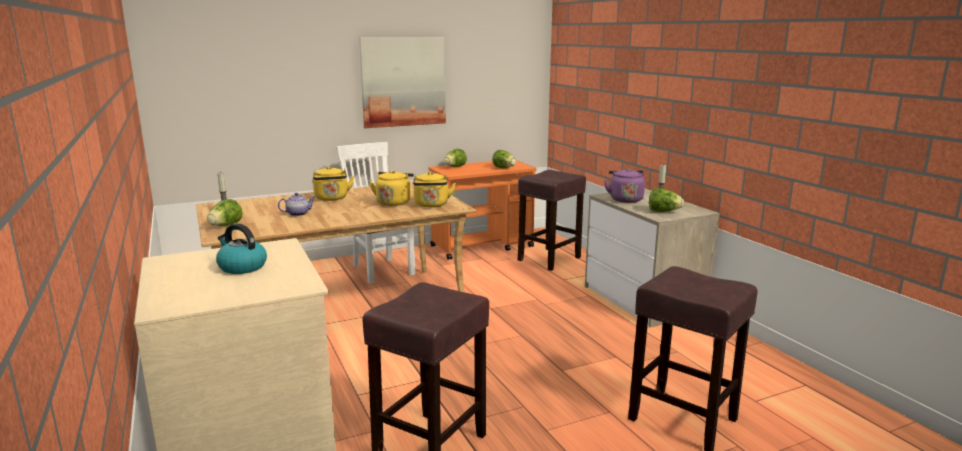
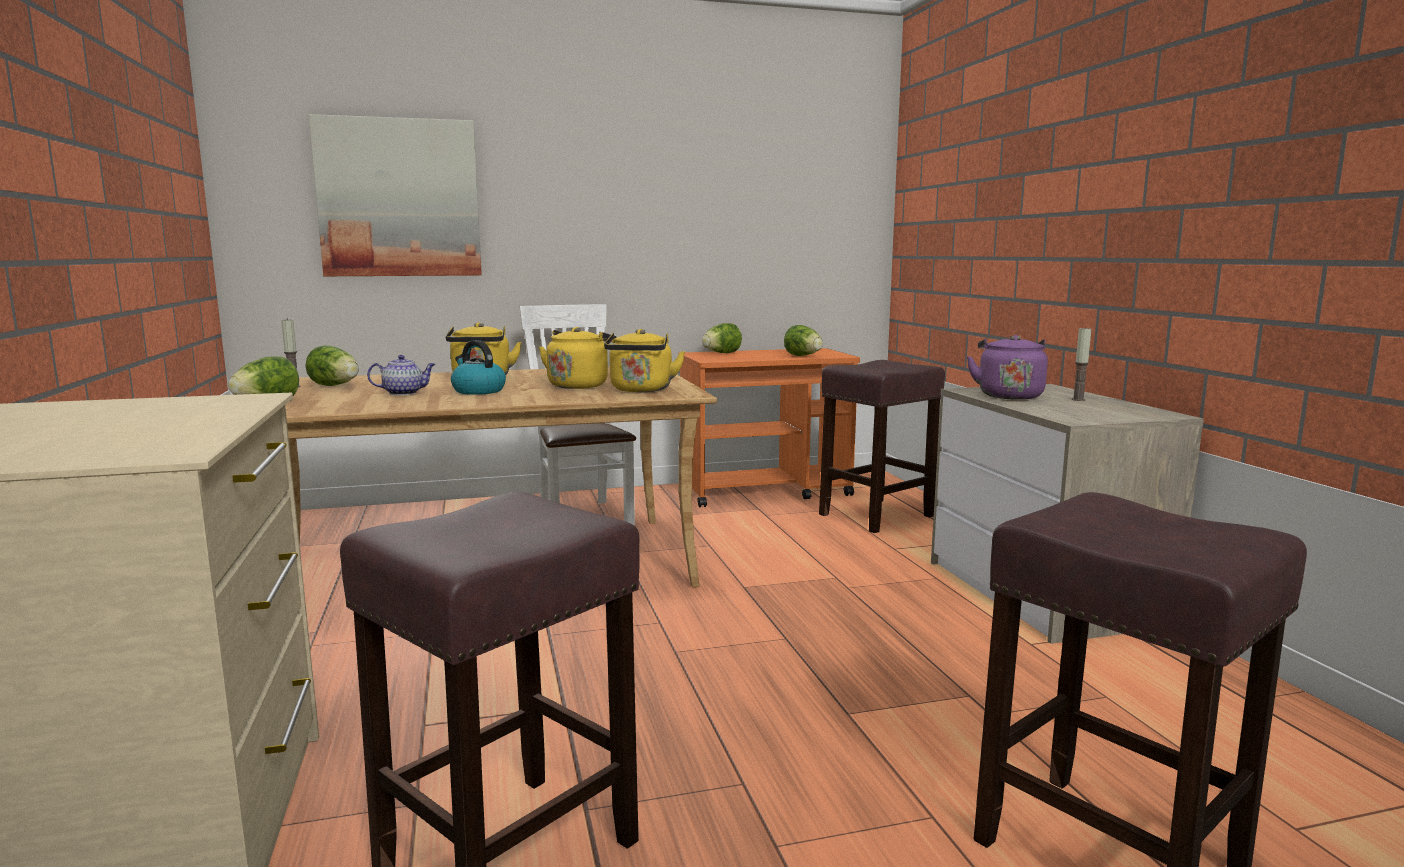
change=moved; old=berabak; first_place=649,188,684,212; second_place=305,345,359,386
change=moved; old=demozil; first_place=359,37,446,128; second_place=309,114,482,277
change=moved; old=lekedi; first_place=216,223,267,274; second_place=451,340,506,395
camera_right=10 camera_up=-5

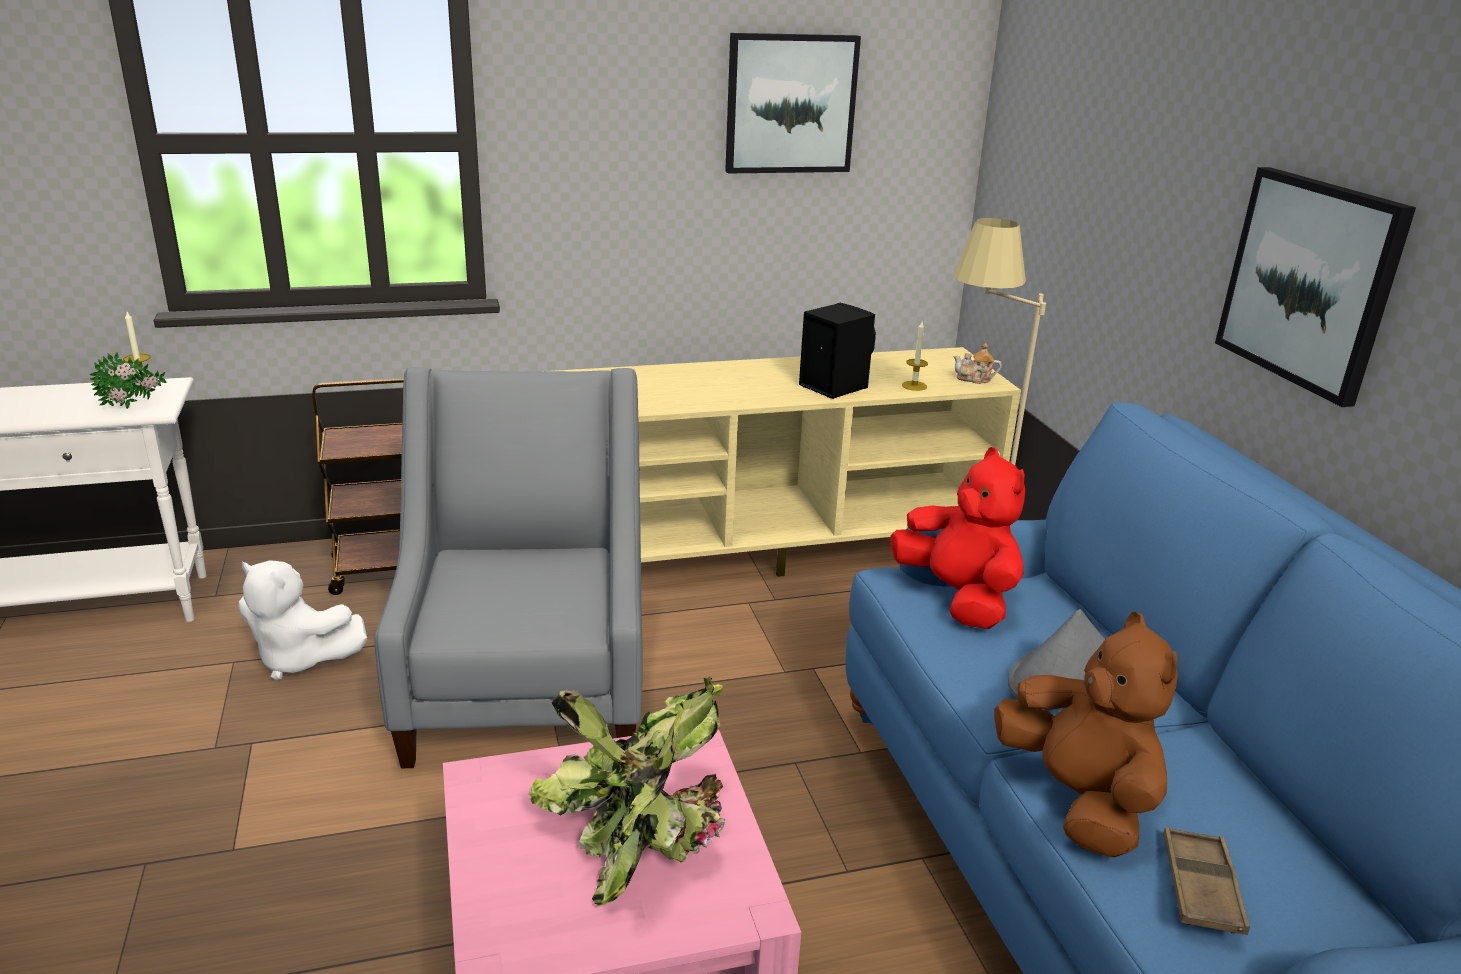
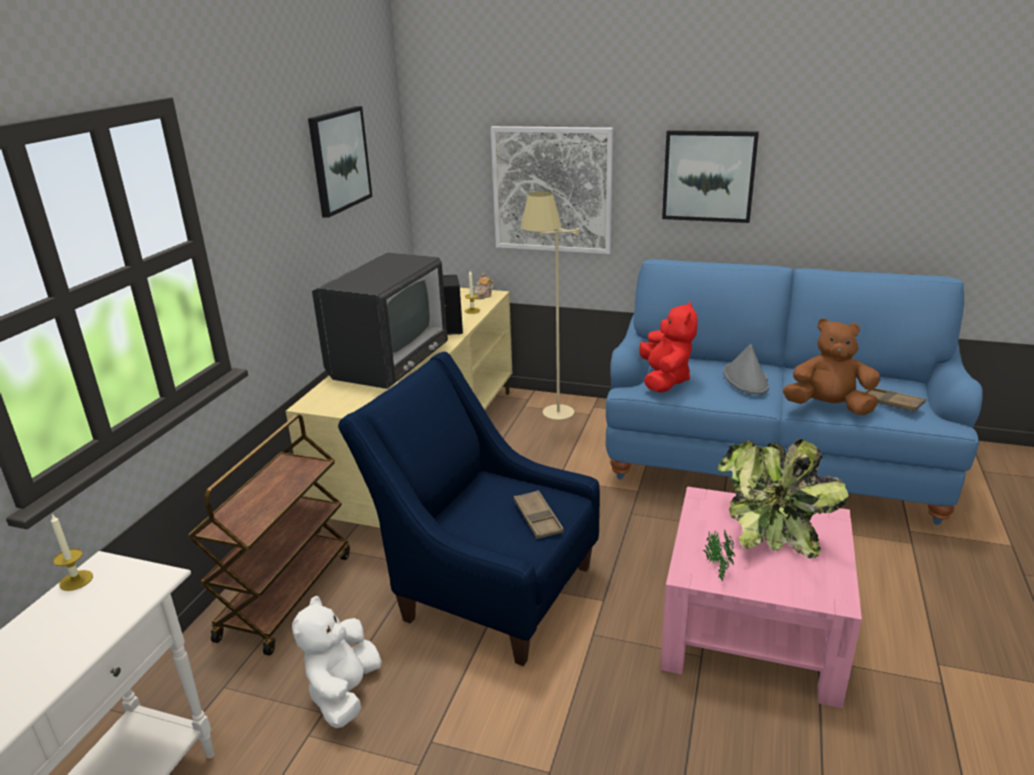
change=turned; old=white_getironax; first_place=238,560,367,680; second_place=292,596,382,728; degrees=135
change=added; new=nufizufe; second_place=312,252,448,389
change=recoloured; old=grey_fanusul; new=blue_fanusul; first_place=374,367,643,768; second_place=338,352,600,666
change=added; new=demozil; second_place=491,126,613,254
change=added; new=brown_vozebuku; second_place=514,490,564,539
change=turned; old=red_getironax; first_place=890,447,1025,629; second_place=639,301,698,393; degrees=90
change=moved; old=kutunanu; first_place=89,352,167,409; second_place=703,530,735,582
camera_right=-55 camera_up=0

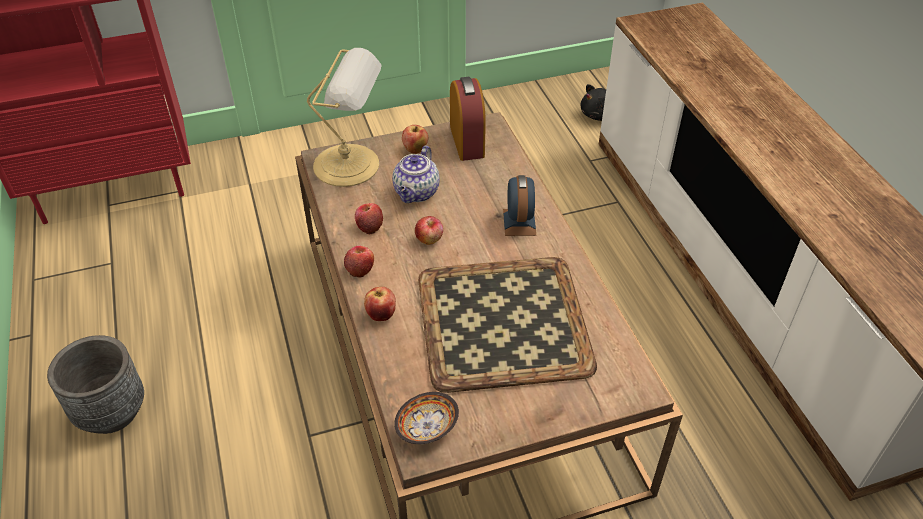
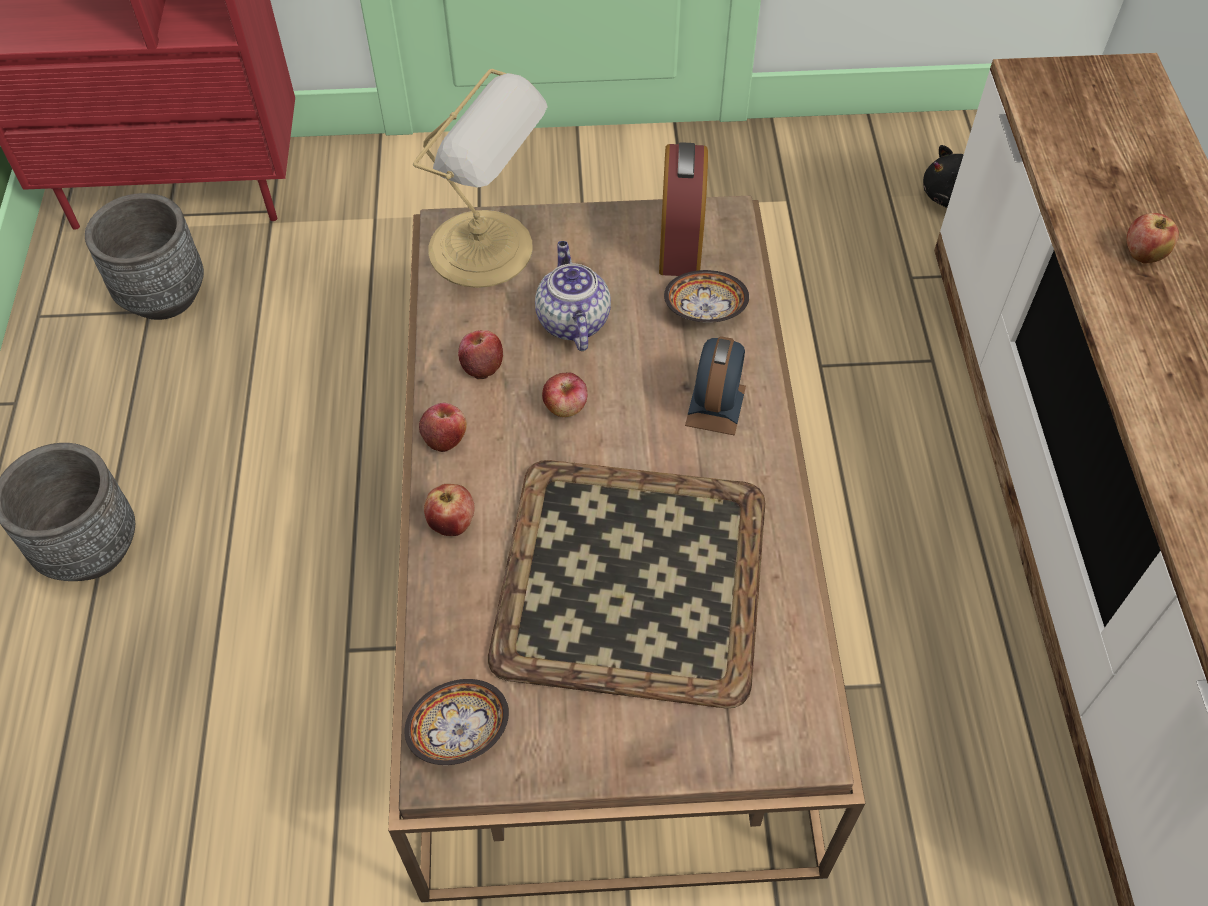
change=added; new=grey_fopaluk; second_place=85,193,204,320
change=turned; old=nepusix; first_place=392,145,440,203; second_place=535,241,611,351; degrees=135
change=added; new=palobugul; second_place=664,270,749,323
change=moved; old=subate; first_place=402,125,428,154; second_place=1127,213,1179,264
camera_right=15 camera_up=10

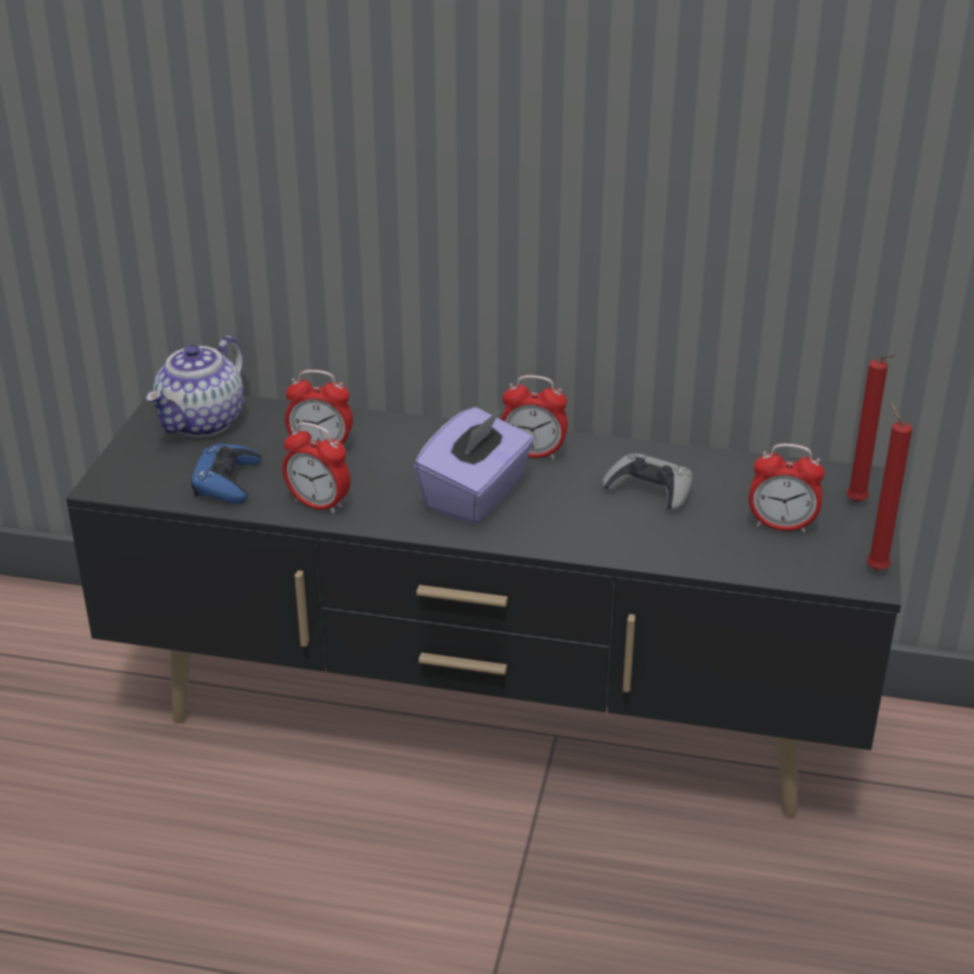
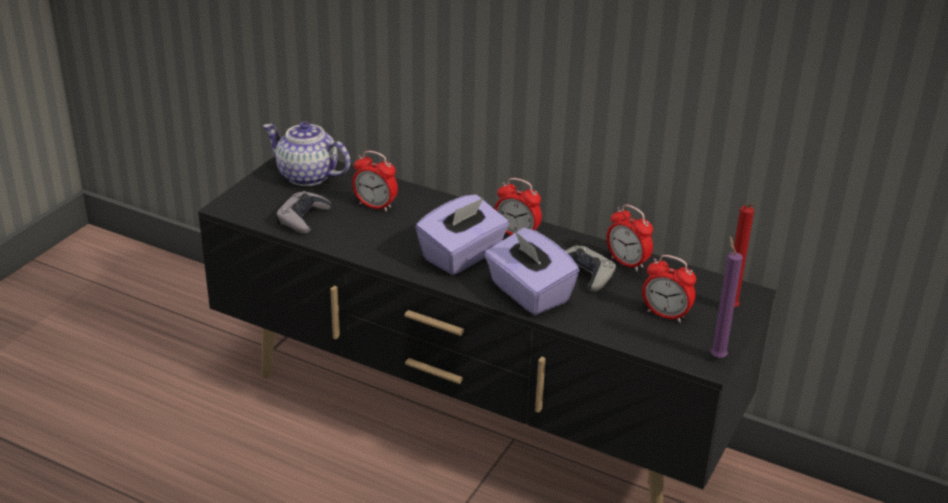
change=turned; old=nepusix; first_place=146,336,244,437; second_place=263,121,350,186; degrees=75
change=recoloured; old=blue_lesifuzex; new=grey_lesifuzex; first_place=190,443,261,504; second_place=276,191,331,234
change=added; new=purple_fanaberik; second_place=485,228,580,315
change=moved; old=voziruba; first_place=282,422,350,514; second_place=606,205,653,271
change=recoloured; old=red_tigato; new=purple_tigato; first_place=867,401,912,570; second_place=710,236,743,358
camera_right=15 camera_up=0

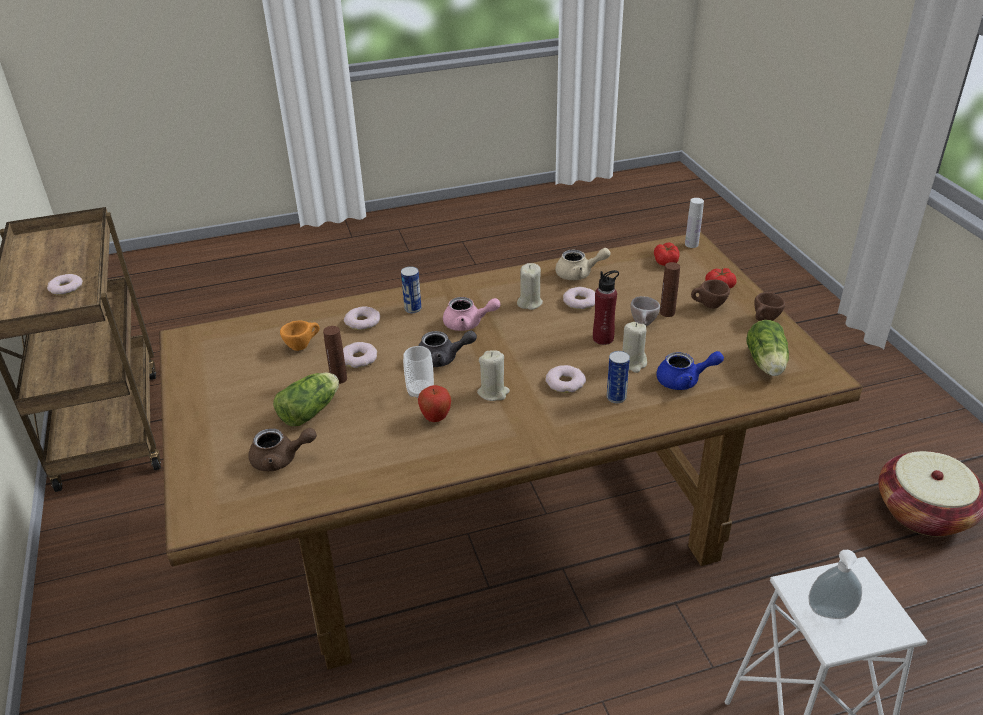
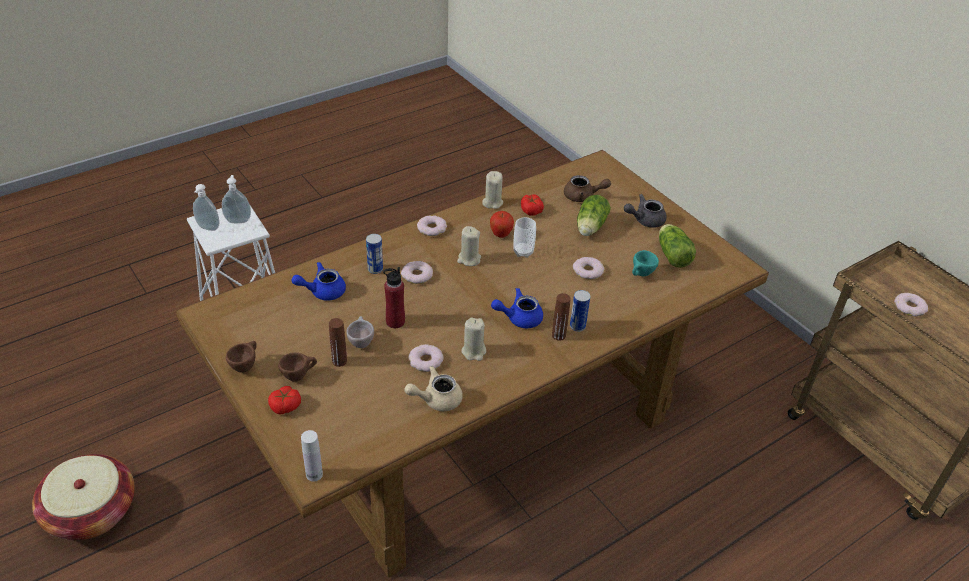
change=added; new=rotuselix; second_place=193,184,219,231
change=moved; old=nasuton; first_place=344,306,380,330; second_place=417,216,447,236
change=moved; old=beige_tigato; first_place=622,322,647,373; second_place=482,171,503,209
change=recoloured; old=pink_nepusix; new=blue_nepusix; first_place=443,297,501,331; second_place=491,288,543,328
change=moved; old=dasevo; first_place=654,242,679,266; second_place=521,195,544,216
change=moved; old=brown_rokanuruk; first_place=323,326,347,384; second_place=552,293,571,341
change=turned; old=brown_nepusix; first_place=248,428,317,471; second_place=564,175,611,202; degrees=-150
change=moved; old=grey_nepusix; first_place=418,330,477,367; second_place=624,194,667,228
change=recoloured; old=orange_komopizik; new=turquoise_komopizik; first_place=280,320,320,351; second_place=632,250,659,276
change=moved; old=berabak; first_place=747,320,789,376; second_place=659,224,696,268
camera_right=160 camera_up=5

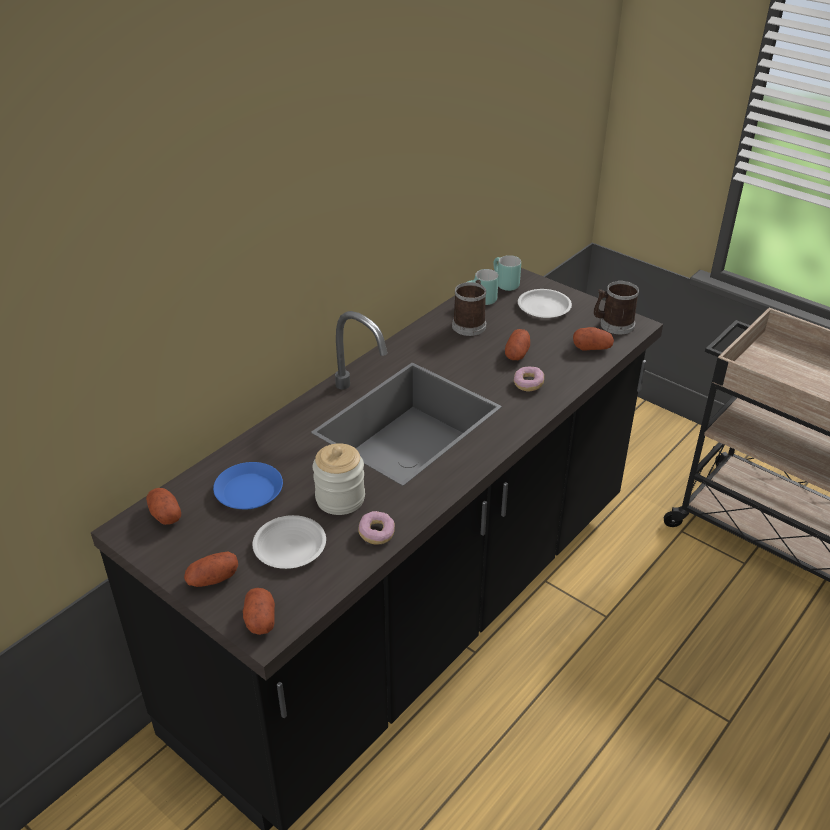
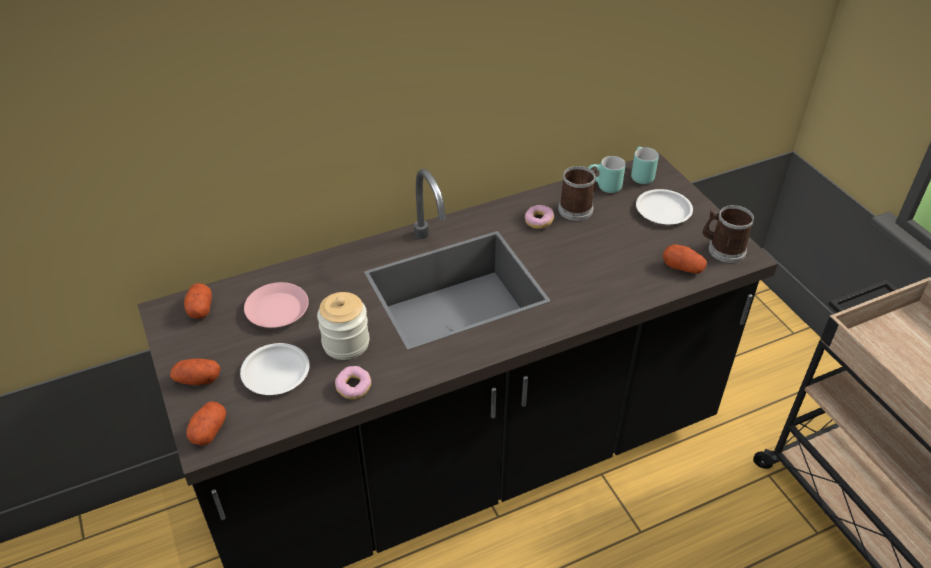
change=recoloured; old=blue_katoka; new=pink_katoka; first_place=213,462,283,509; second_place=244,282,309,328
change=moved; old=nasuton; first_place=514,366,544,391; second_place=525,205,554,229
change=removed; old=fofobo; first_place=505,329,530,360
camera_right=25 camera_up=5

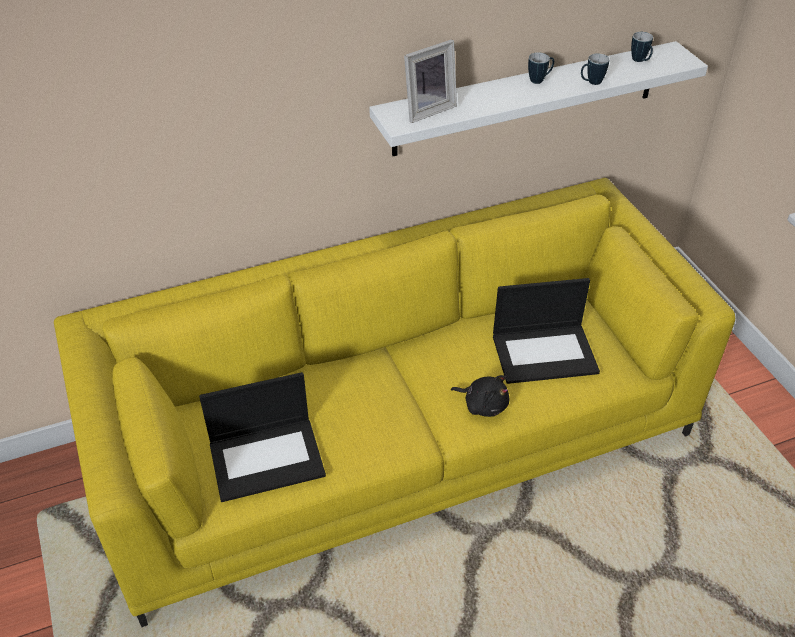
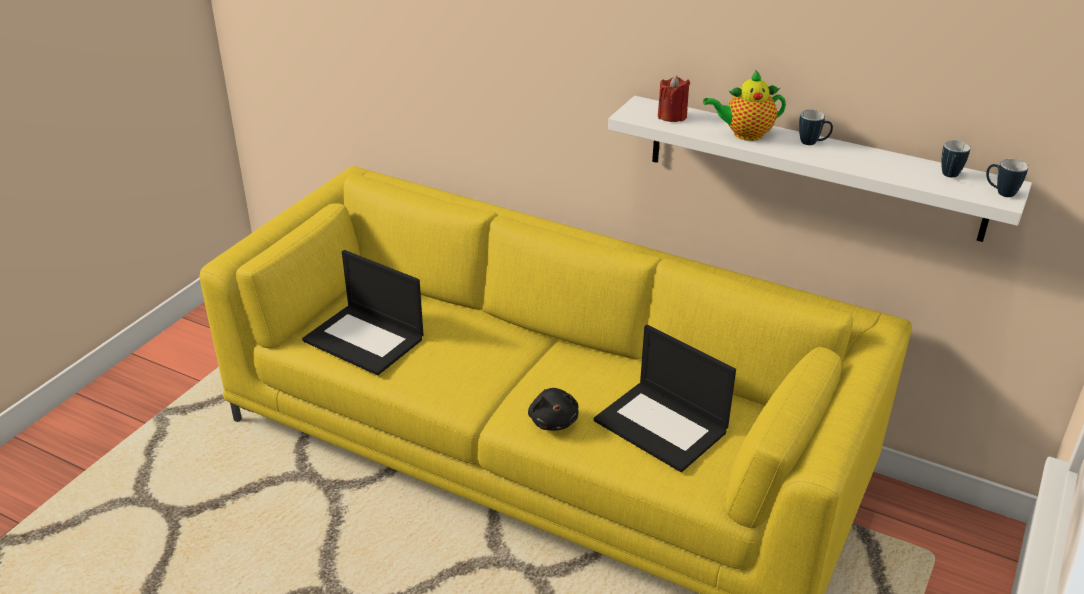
change=replaced; old=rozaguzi; new=red_tigato; first_place=404,39,457,123; second_place=658,75,690,122
change=added; new=nepusix; second_place=703,70,786,141
change=moved; old=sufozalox; first_place=581,53,610,85; second_place=986,159,1029,197
camera_right=50 camera_up=-10

